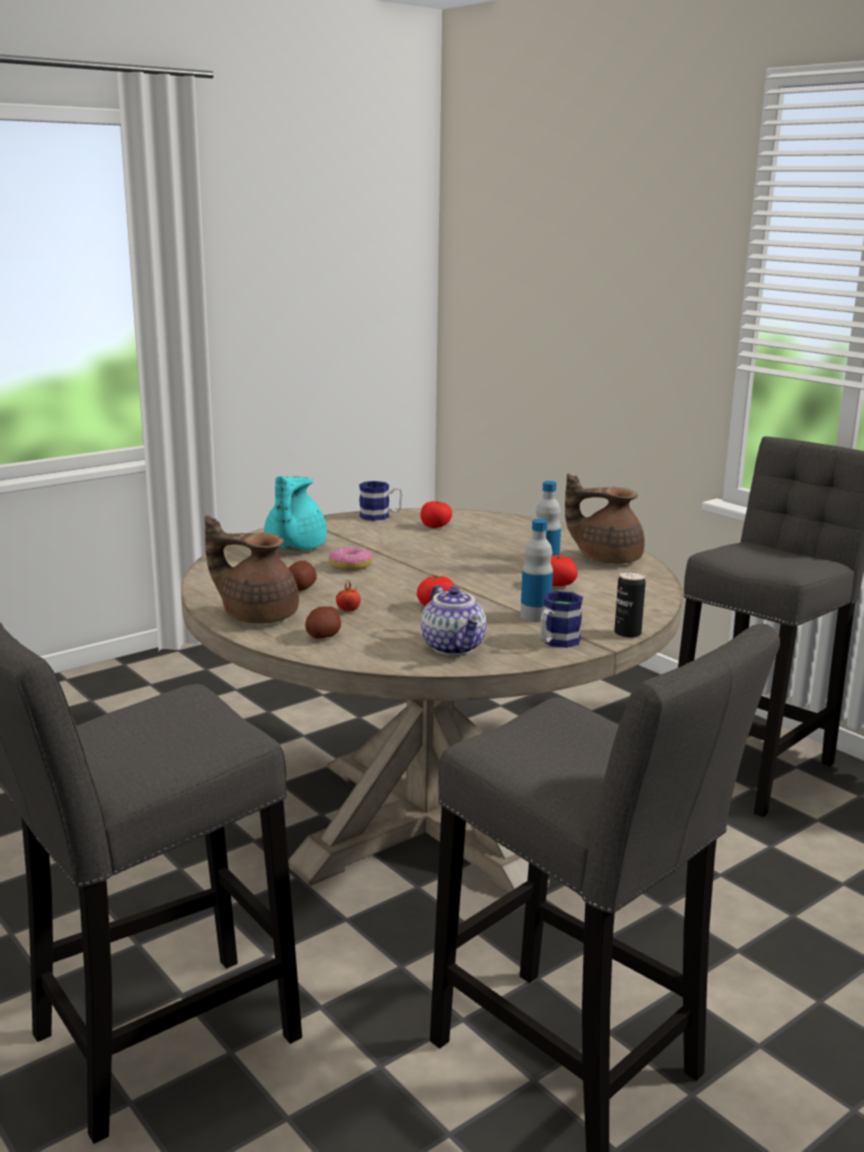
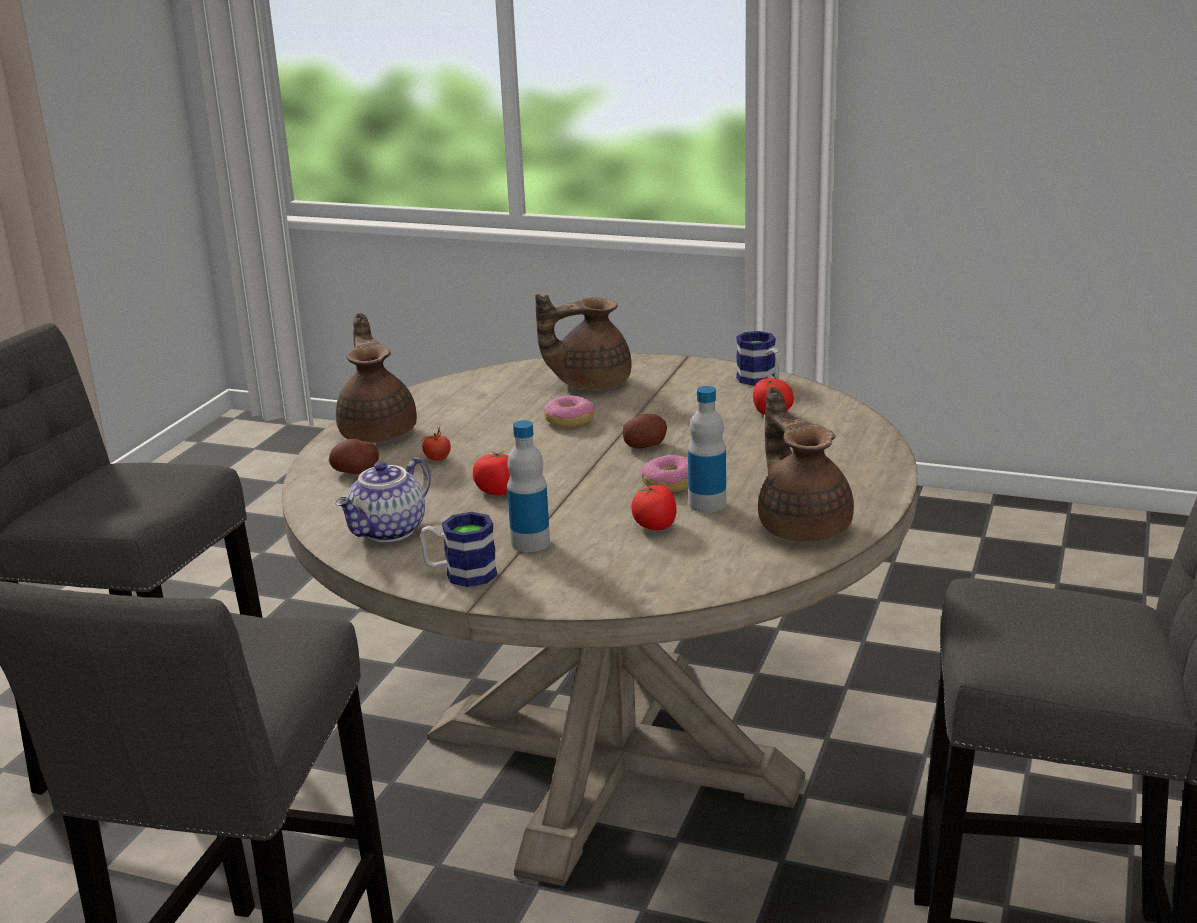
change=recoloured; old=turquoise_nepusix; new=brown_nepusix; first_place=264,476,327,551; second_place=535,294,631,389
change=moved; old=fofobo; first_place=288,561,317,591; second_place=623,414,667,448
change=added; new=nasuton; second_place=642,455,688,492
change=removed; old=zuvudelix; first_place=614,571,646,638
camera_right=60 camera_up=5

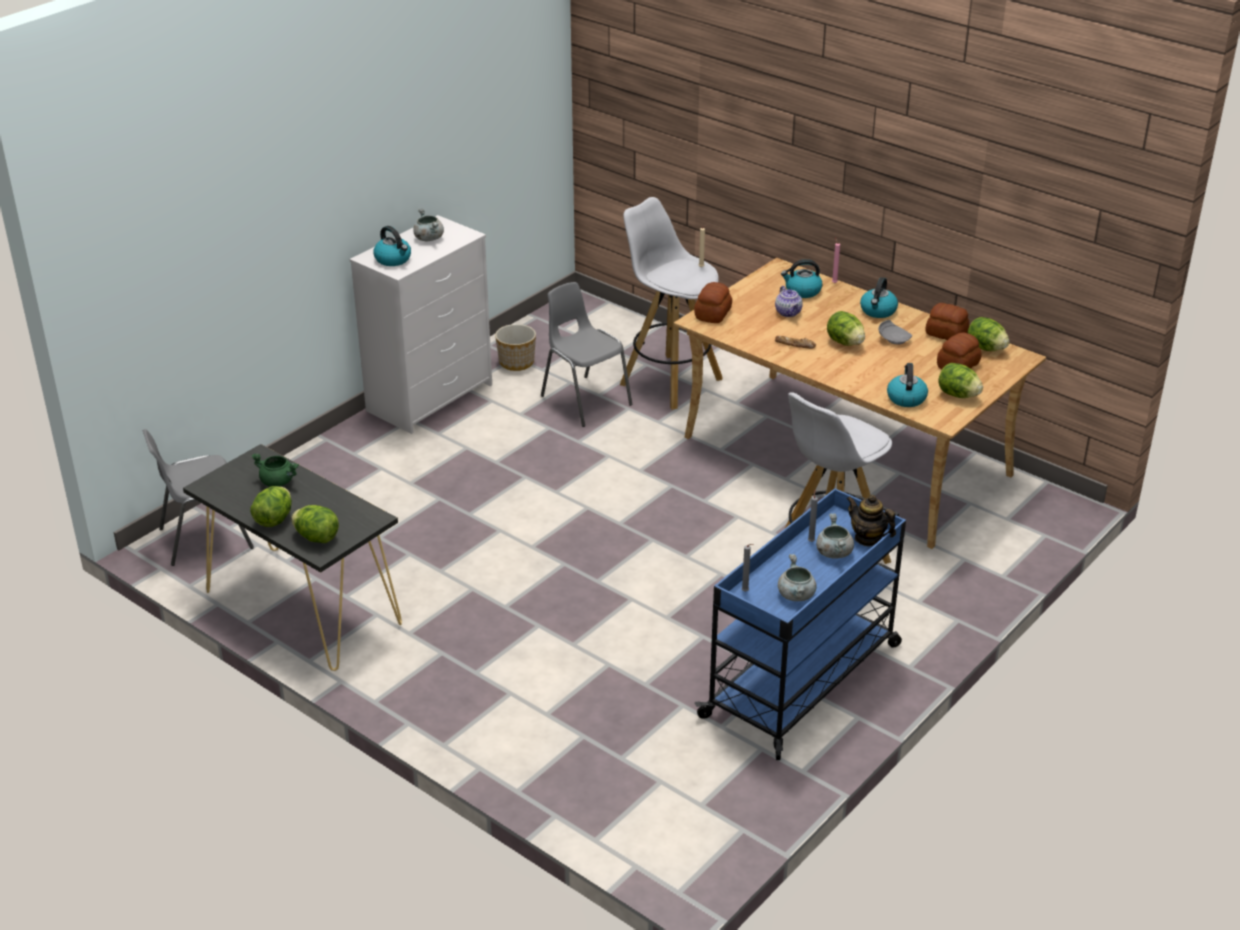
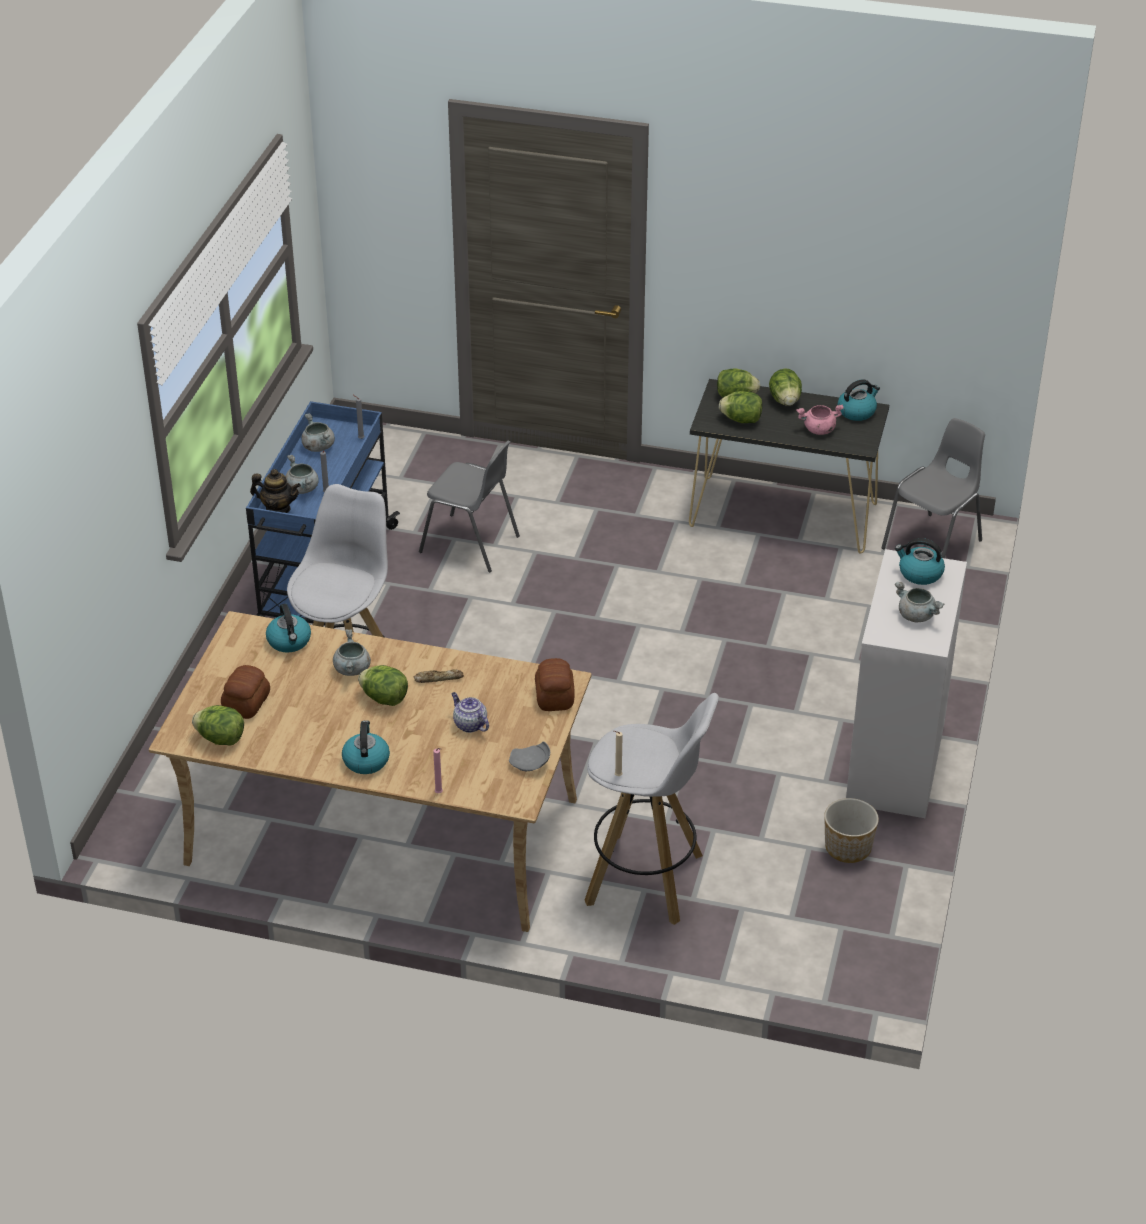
change=added; new=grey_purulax; second_place=333,629,371,676
change=moved; old=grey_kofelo; first_place=541,282,633,427; second_place=419,440,520,573
change=moved; old=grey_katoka; first_place=879,320,912,344; second_place=509,741,550,771
change=moved; old=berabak; first_place=938,363,983,398; second_place=719,391,762,423
change=recoloured; old=green_purulax; new=pink_purulax; first_place=251,453,299,487; second_place=796,404,844,435
change=moved; old=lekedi; first_place=781,259,822,298; second_place=838,379,880,421
change=removed; old=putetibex; first_place=925,303,969,340
camera_right=155 camera_up=5

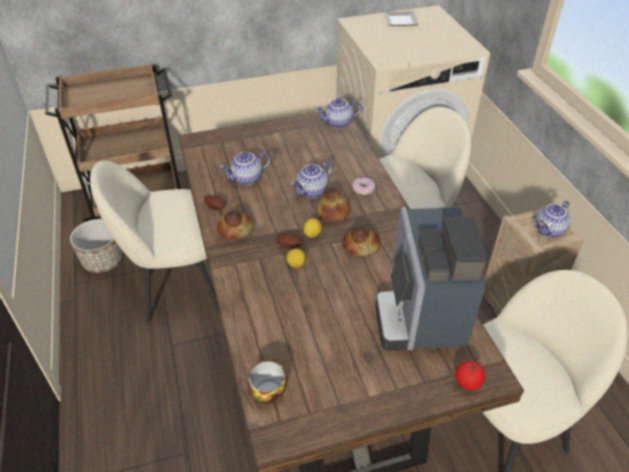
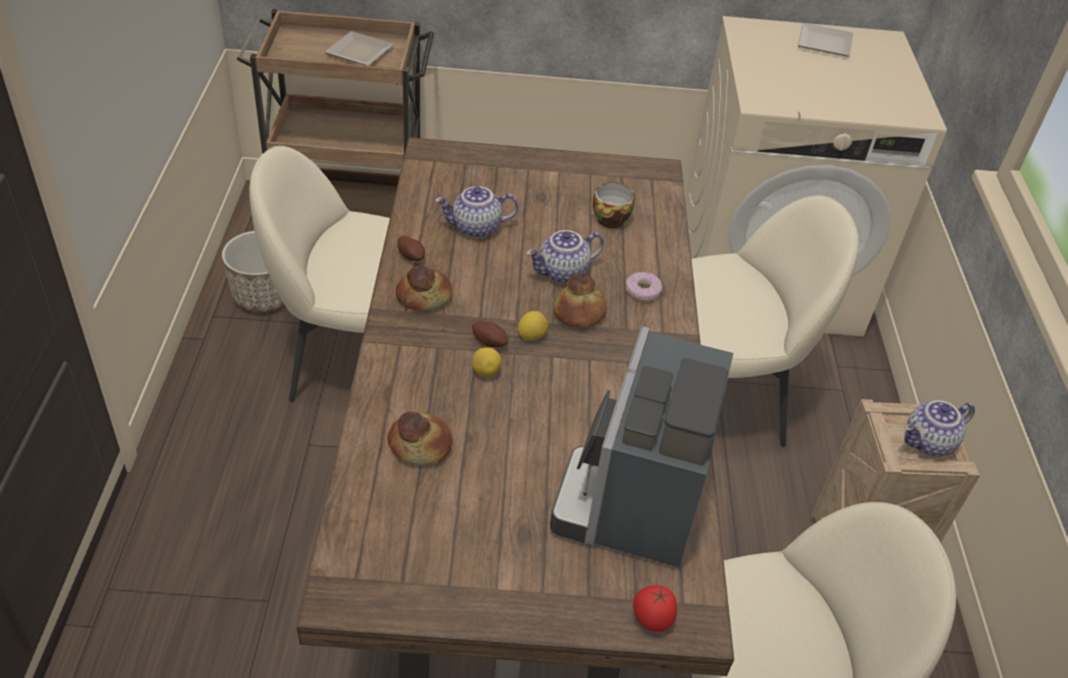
change=added; new=katoka; second_place=325,31,394,66
change=moved; old=putetibex; first_place=343,226,381,256; second_place=388,412,453,466
change=moved; old=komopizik; first_place=248,358,287,404; second_place=593,182,635,228
change=removed; old=nepusix; first_place=316,98,362,129
camera_right=15 camera_up=0

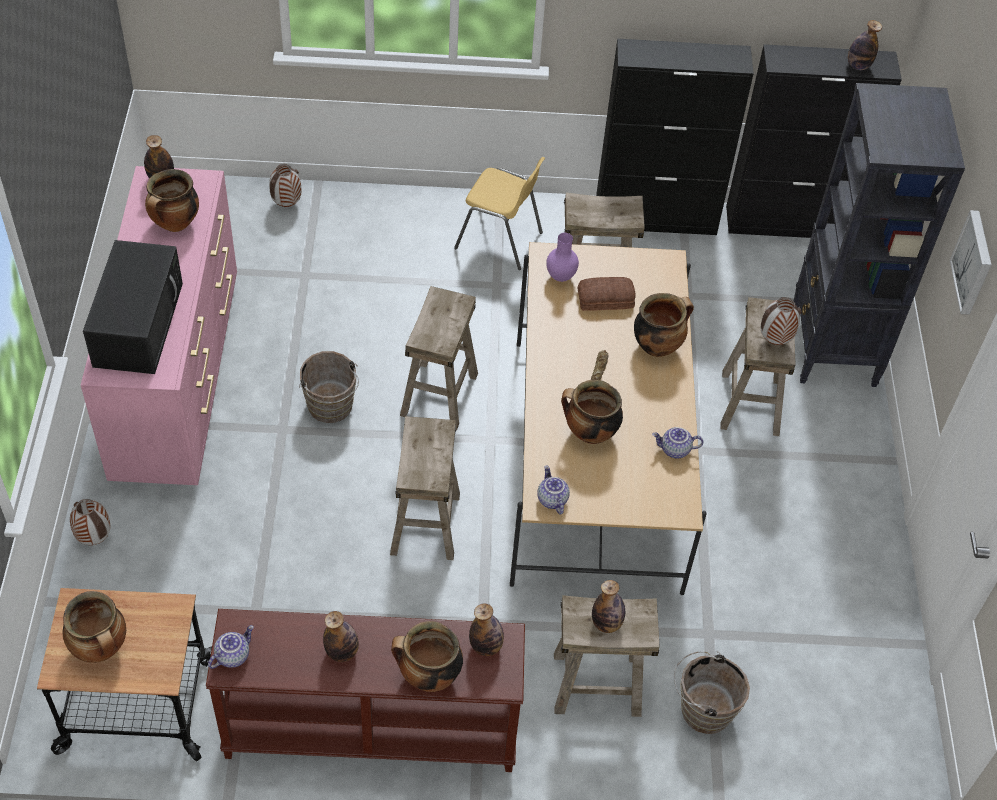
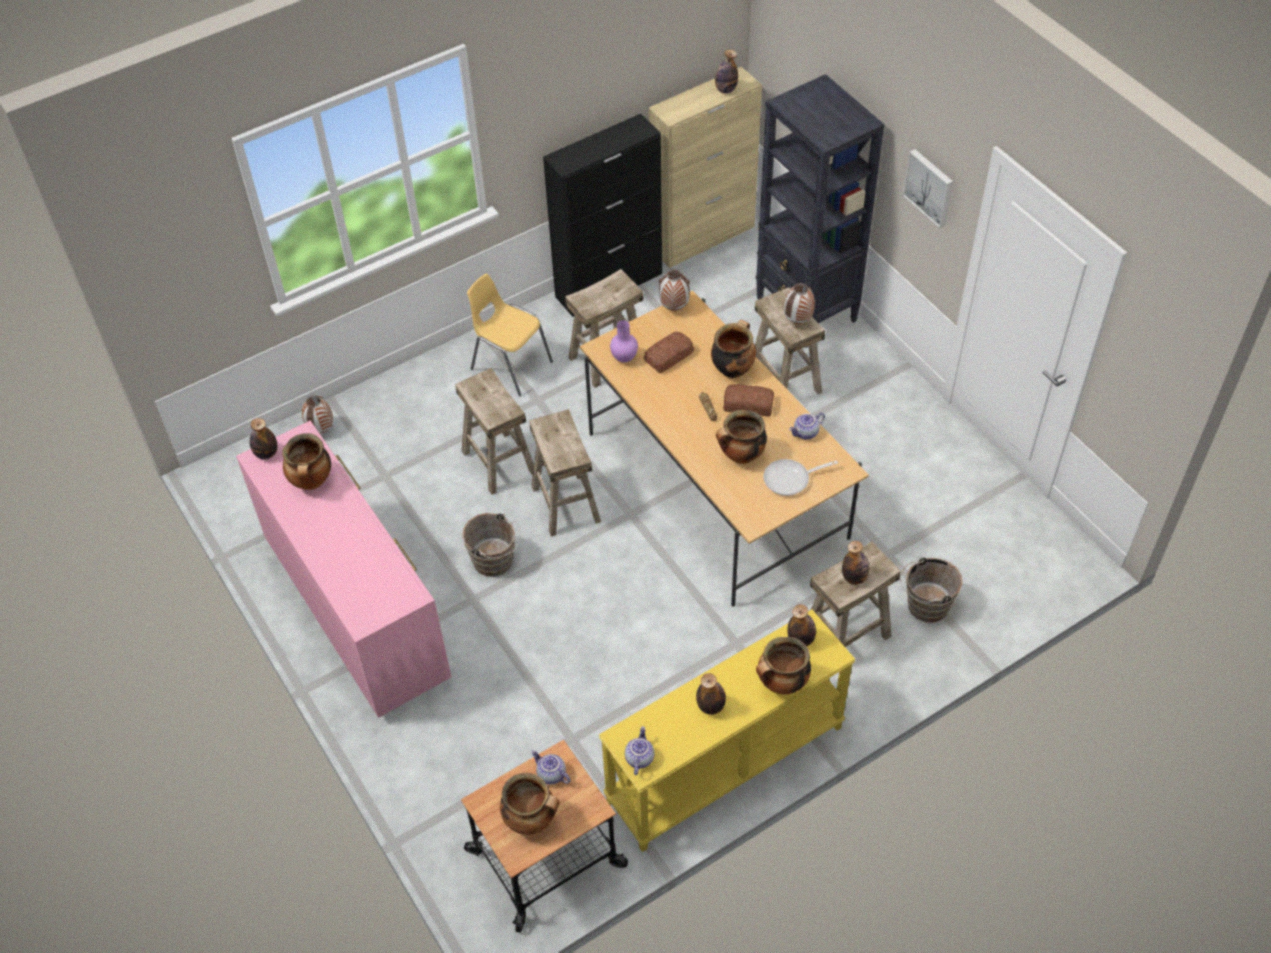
change=moved; old=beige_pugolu; first_place=390,416,460,560; second_place=455,368,534,495
change=turned; old=yellow_kofelo; first_place=454,157,545,270; second_place=467,274,553,397; degrees=-135
change=moved; old=nepusix; first_place=537,465,570,514; second_place=531,750,570,785
change=recoloured; old=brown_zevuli; new=yellow_zevuli; first_place=206,609,525,772; second_place=599,609,856,852
change=recoloured; old=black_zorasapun; new=beige_zorasapun; first_place=726,44,902,238; second_place=649,67,762,268
change=moved; old=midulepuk; first_place=70,499,110,545; second_place=659,269,690,311
change=added; new=putetibex; second_place=723,384,774,416
change=added; new=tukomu; second_place=763,459,838,496
change=removed; old=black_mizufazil; first_place=83,240,183,374
camera_right=-30 camera_up=0

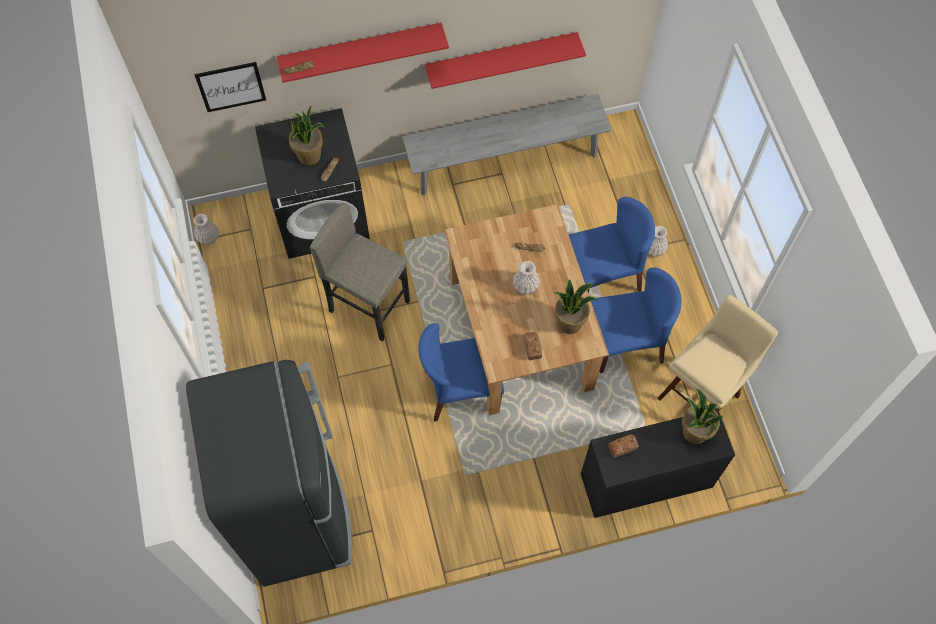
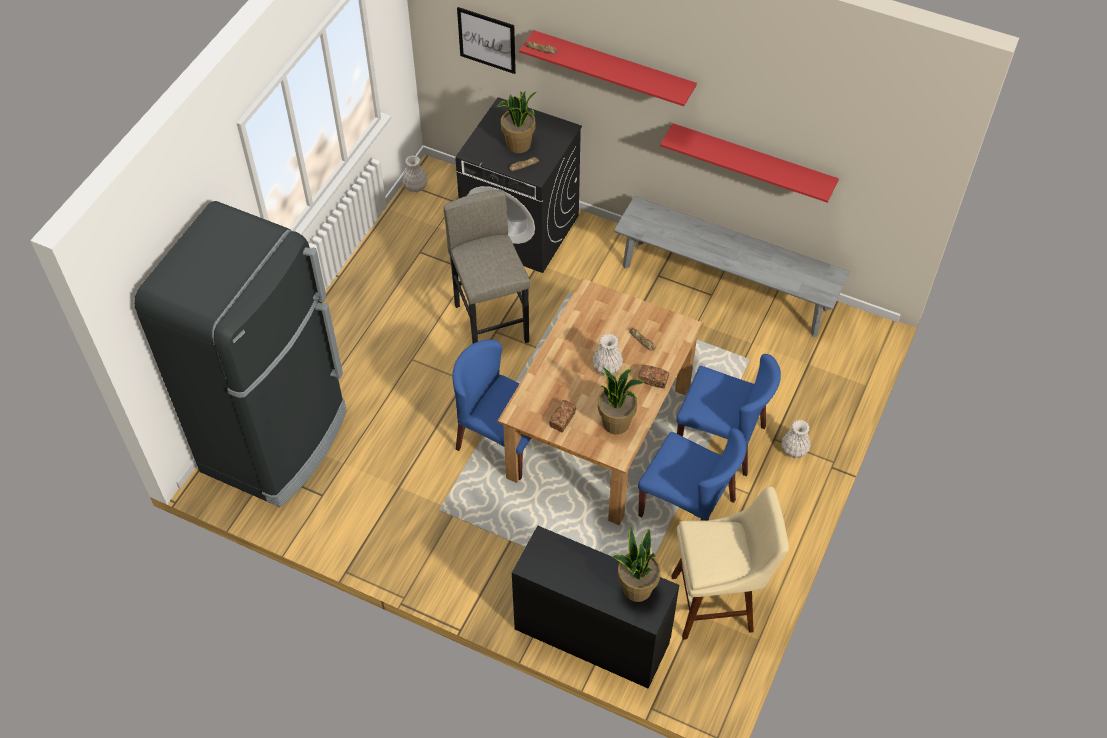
change=moved; old=putetibex; first_place=608,434,639,458; second_place=638,365,669,389
camera_right=40 camera_up=-10

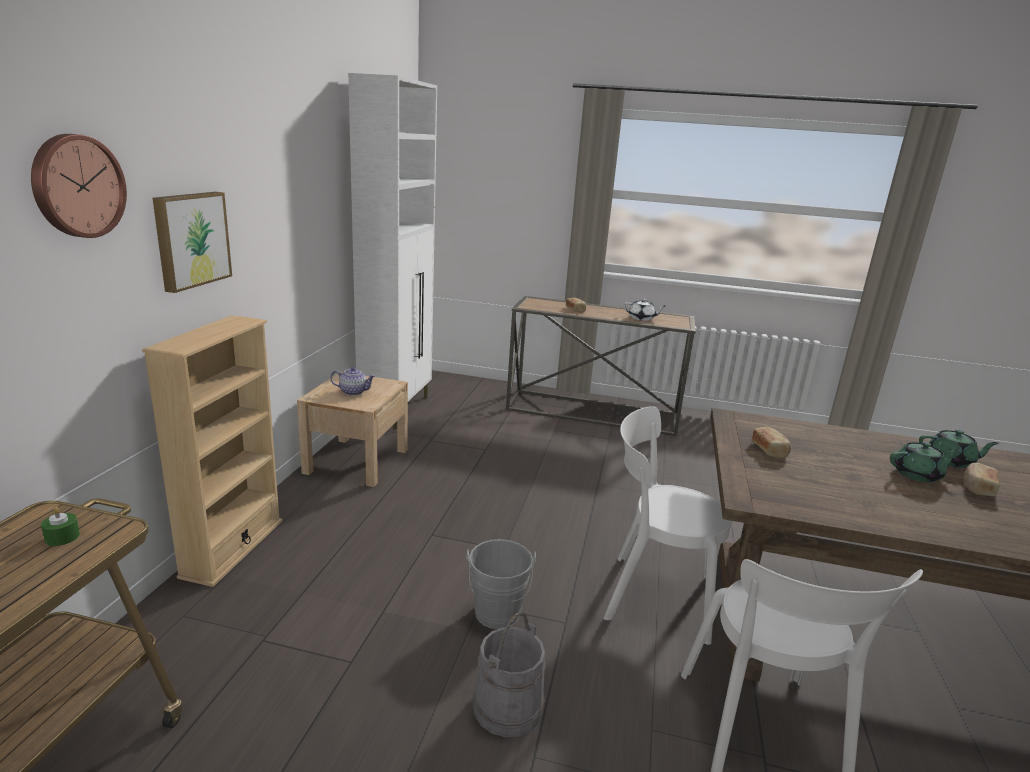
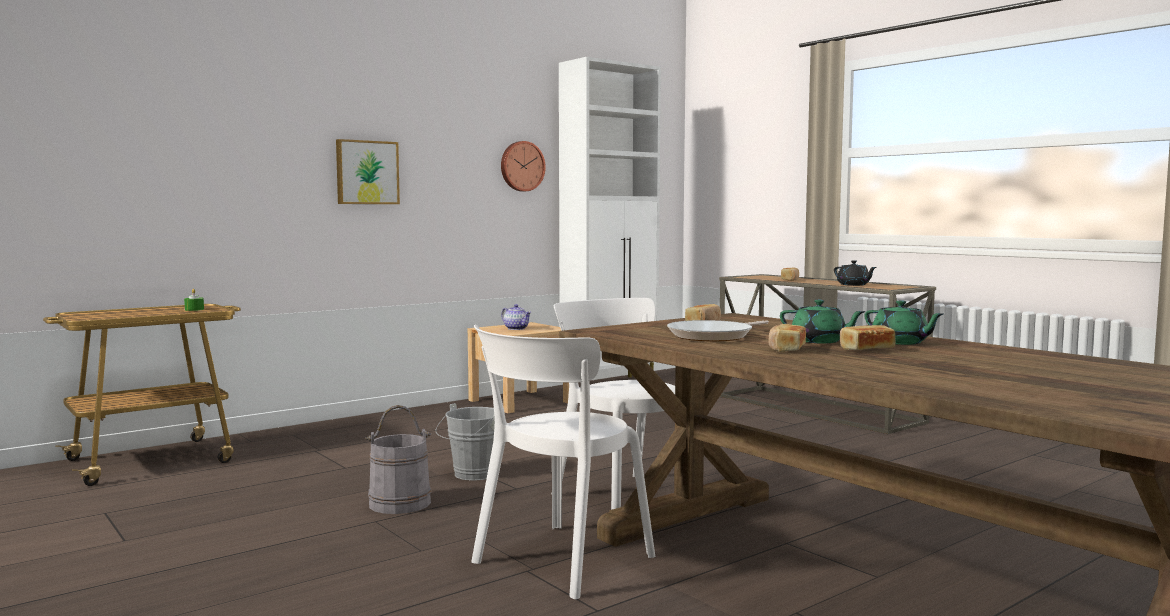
change=moved; old=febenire; first_place=31,134,127,238; second_place=501,141,546,192
change=added; new=tukomu; second_place=667,320,769,341
change=added; new=putetibex; second_place=768,324,806,352
change=recoloured; old=white_nepusix; new=black_nepusix; first_place=623,298,665,321; second_place=834,260,877,286
change=removed; old=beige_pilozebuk; first_place=142,315,282,587
camera_right=40 camera_up=-15

